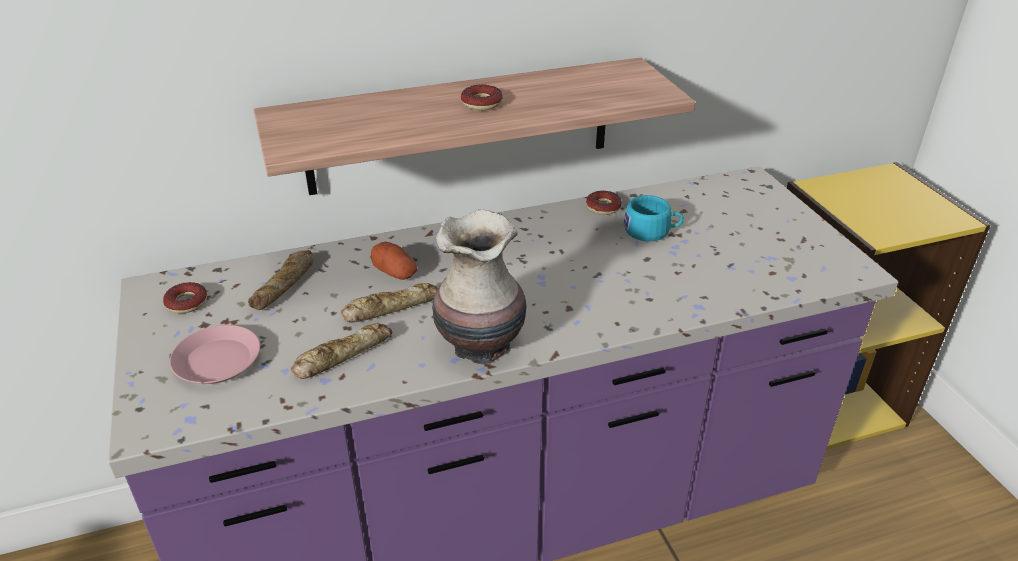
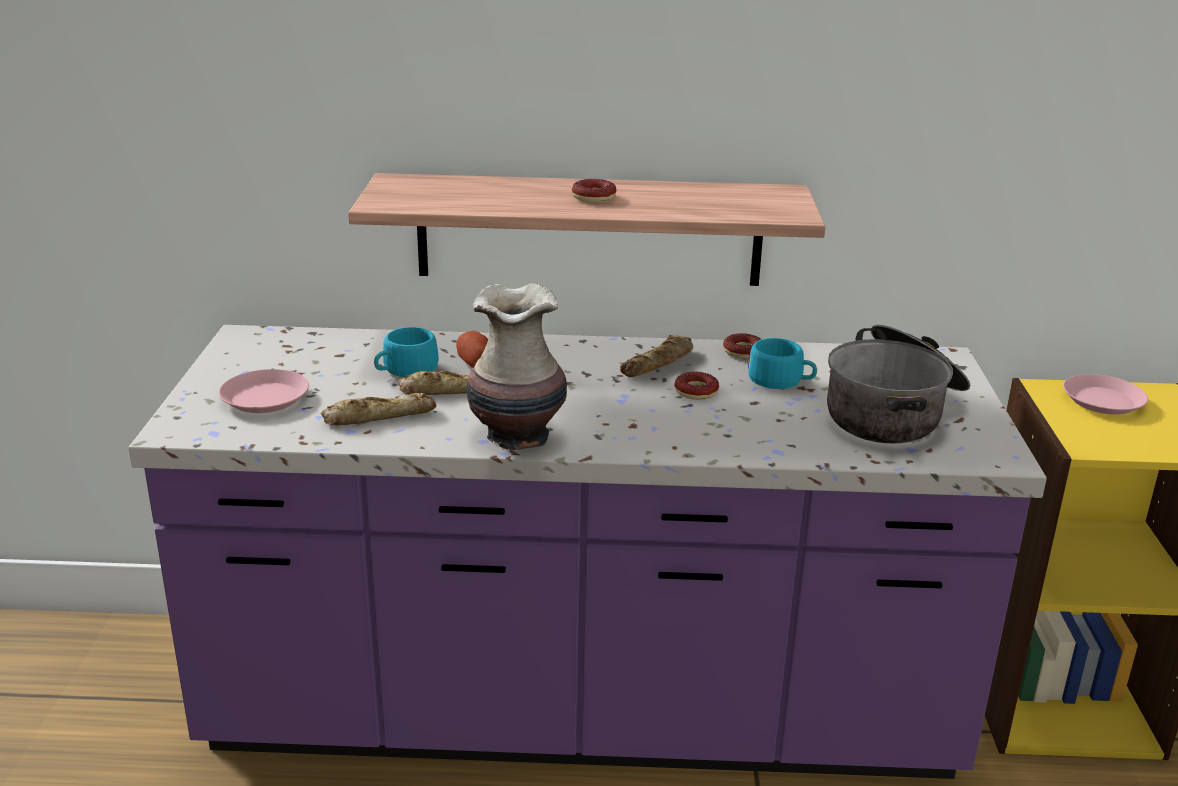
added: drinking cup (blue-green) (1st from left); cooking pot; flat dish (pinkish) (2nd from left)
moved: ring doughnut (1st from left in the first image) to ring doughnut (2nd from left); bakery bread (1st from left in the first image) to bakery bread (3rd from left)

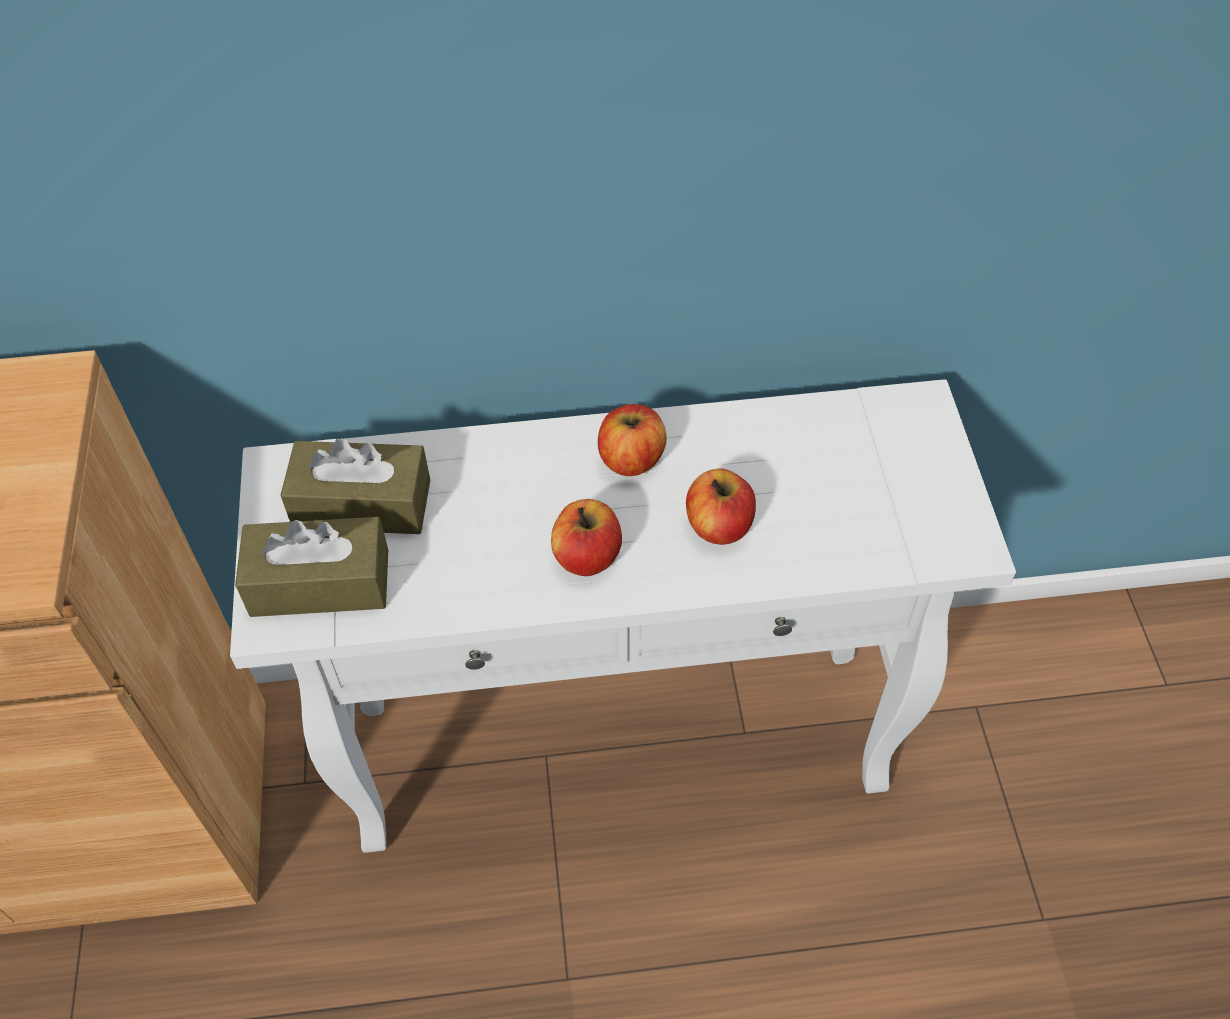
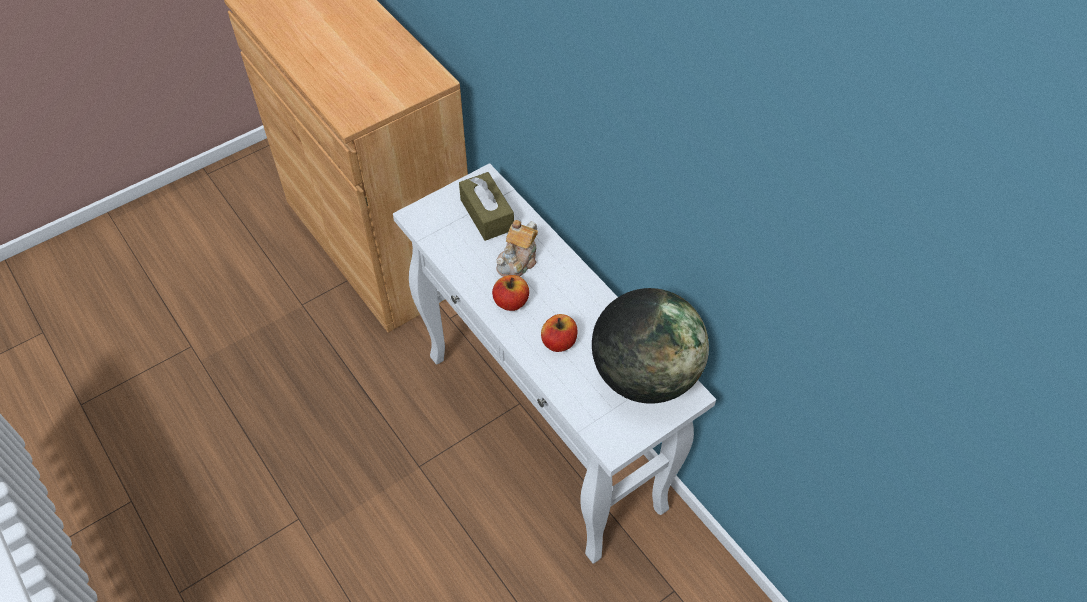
removed: tissue box (brownish) (1st from left); apple (2nd from left)
added: tea pot; globe

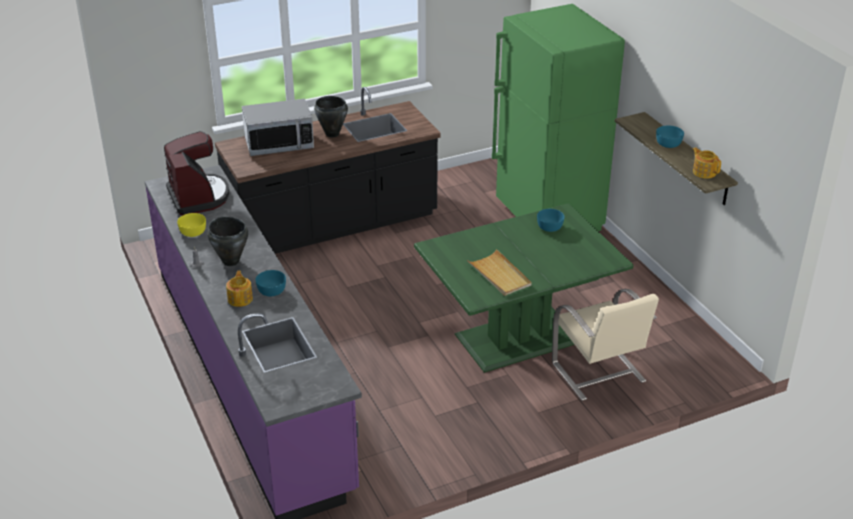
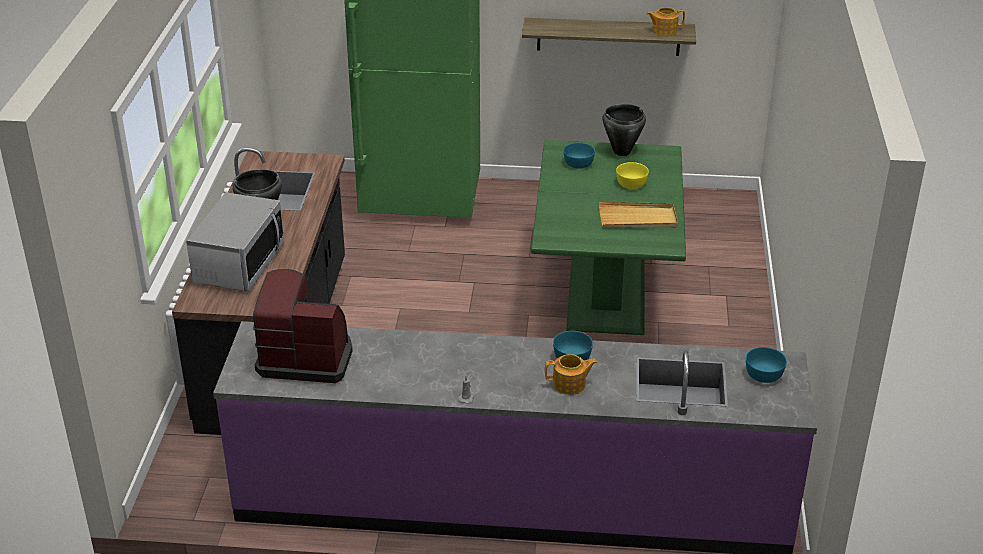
removed: plain chair (sand-coloured)
moved: serving bowl (yellowish); cooking pot (black) (1st from left in the first image) to cooking pot (black) (2nd from left); serving bowl (blue-green) (3rd from left)
turned: tea pot (1st from left) 150 degrees clockwise

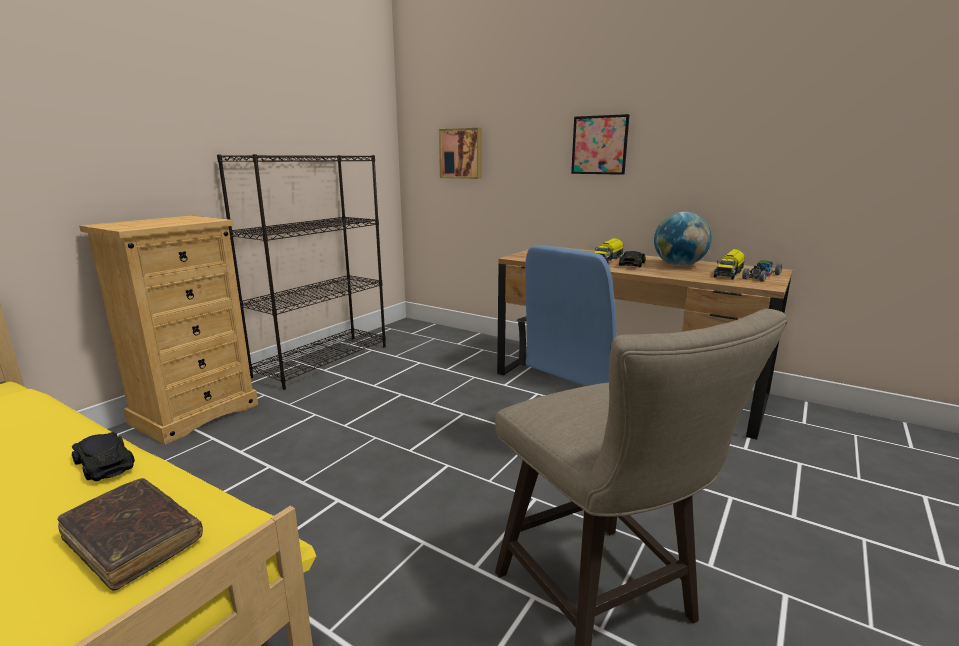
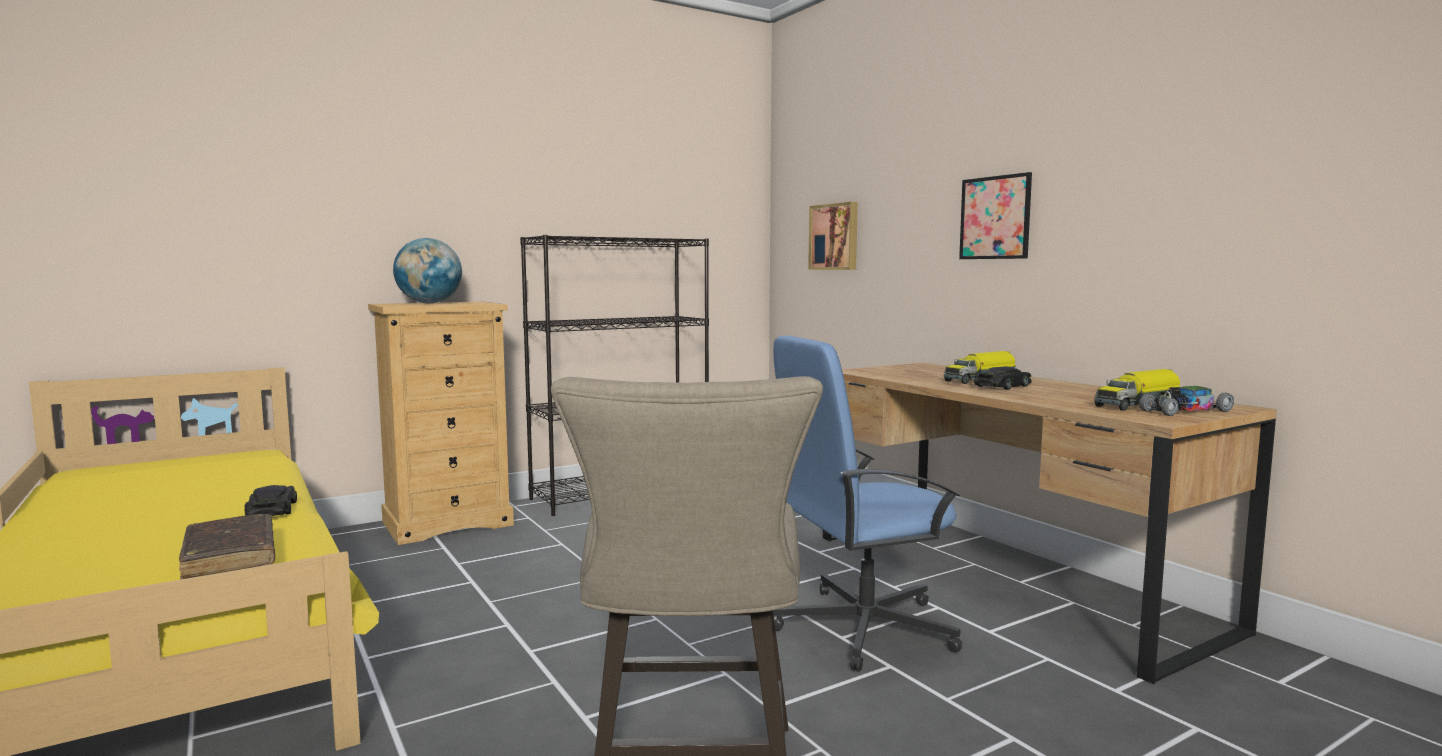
moved: globe

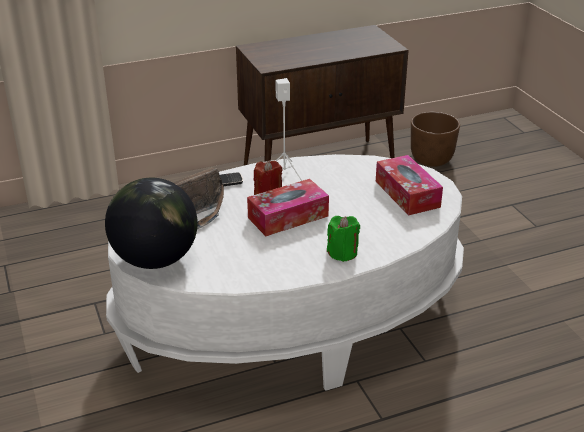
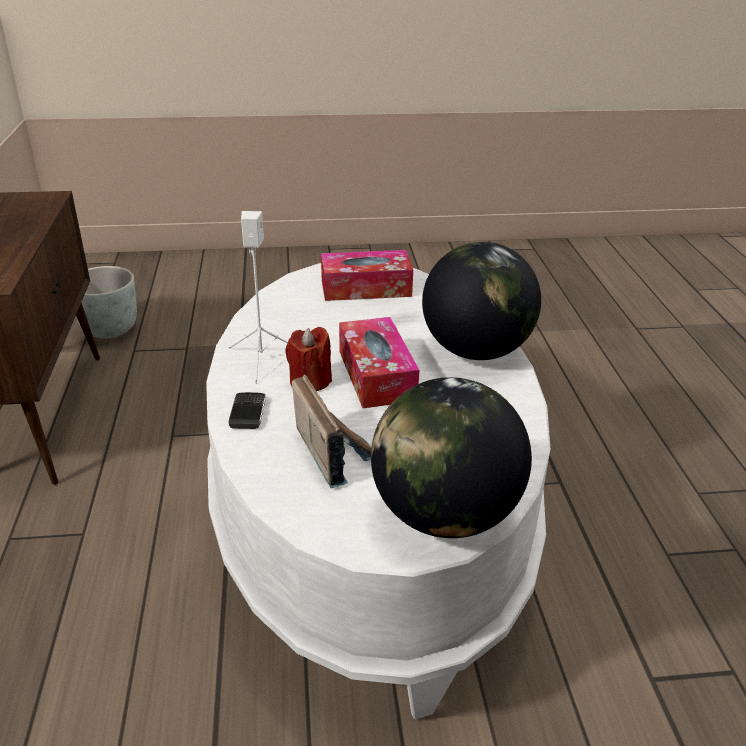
replaced: candle (green-coloured) to globe (2nd from left)
recoloured: plant pot (brownish) to plant pot (gray)

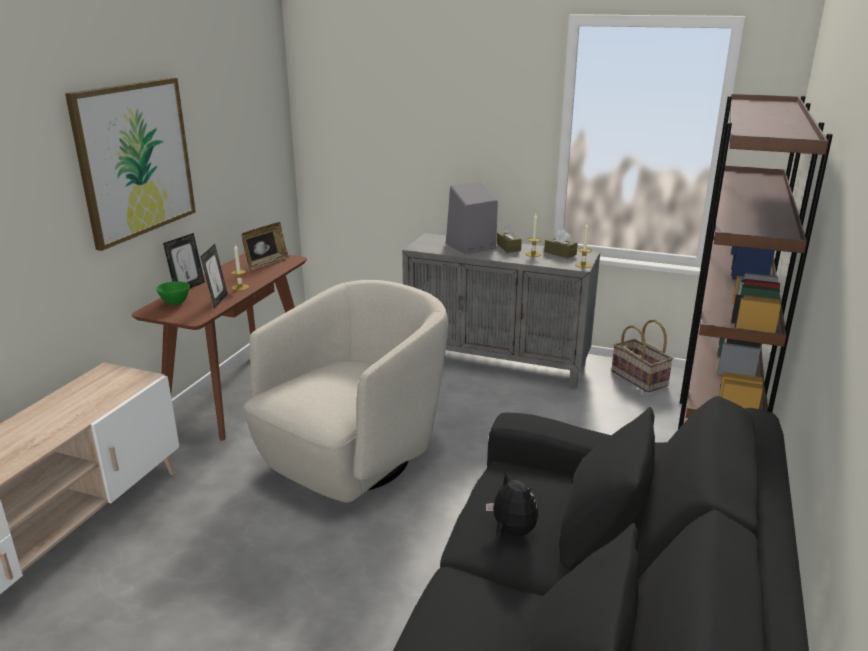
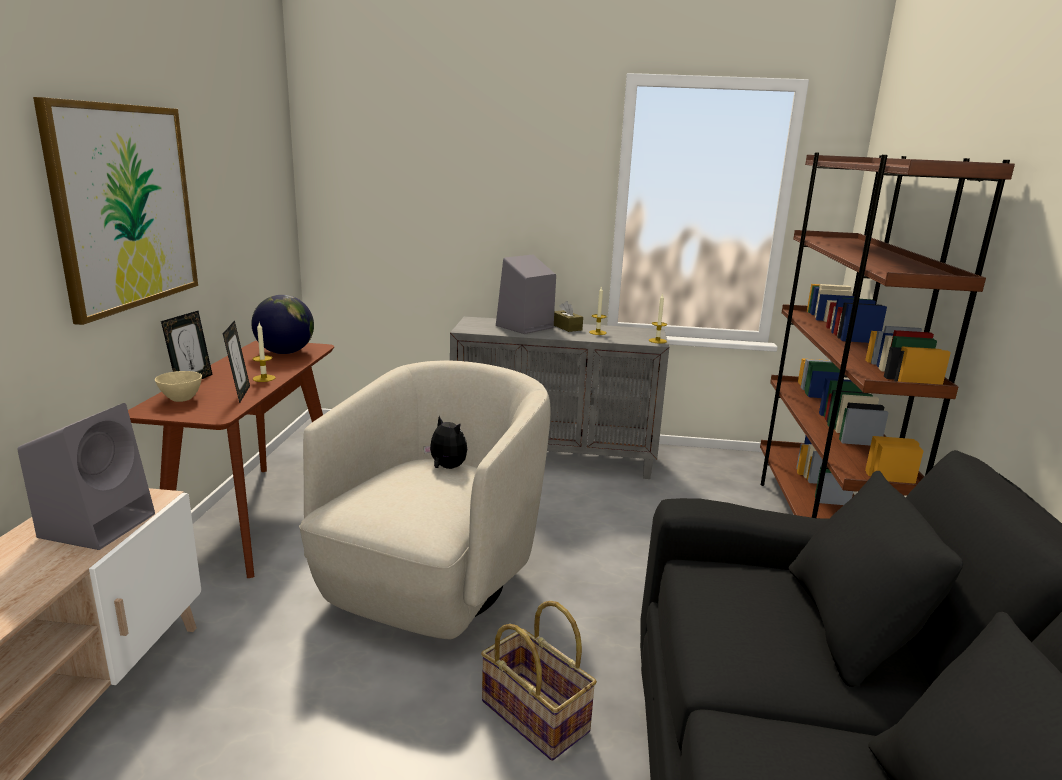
removed: tissue box (brownish) (2nd from left)
added: loudspeaker (gray) (1st from left)
moved: soft toy; storage basket
replaced: photo frame (3rd from left) to globe
recoloured: serving bowl (green-coloured) to serving bowl (sand-coloured)

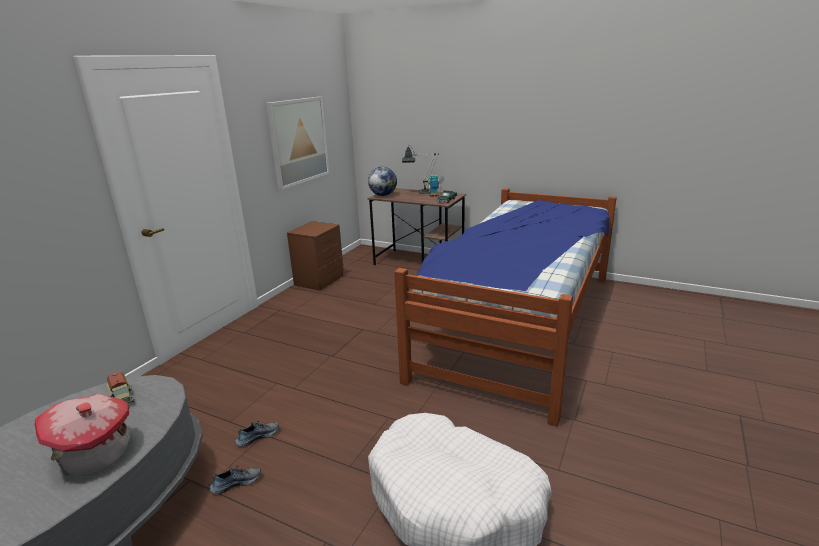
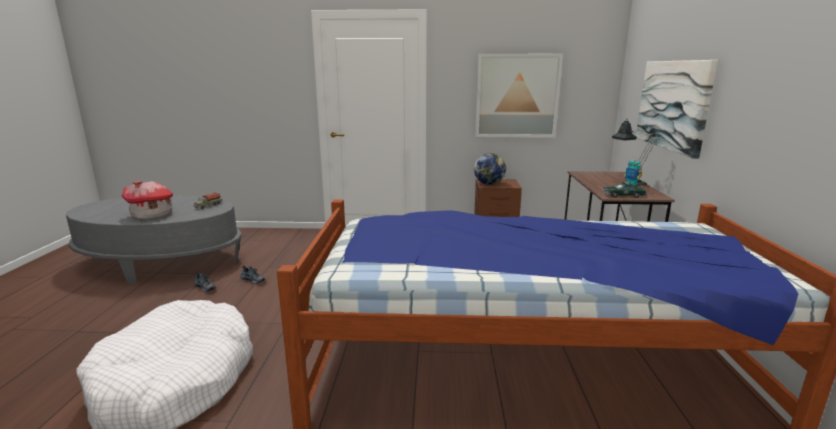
added: wall picture (2nd from left)
moved: globe

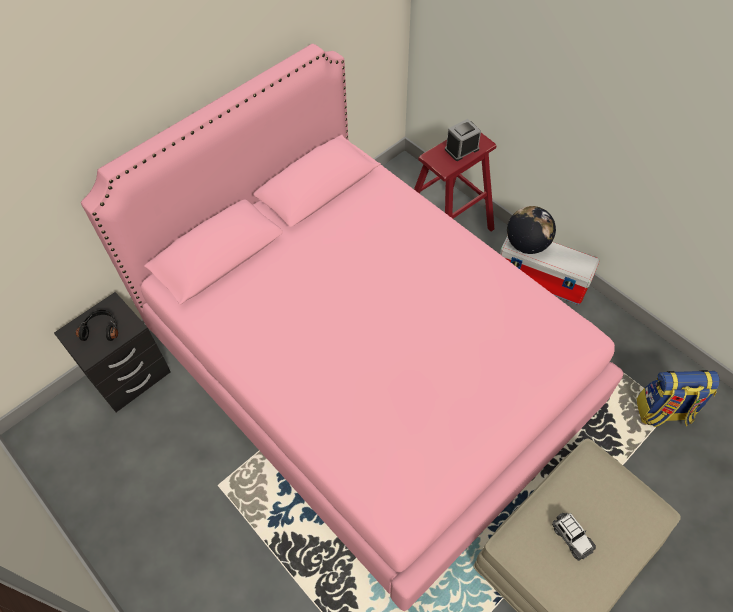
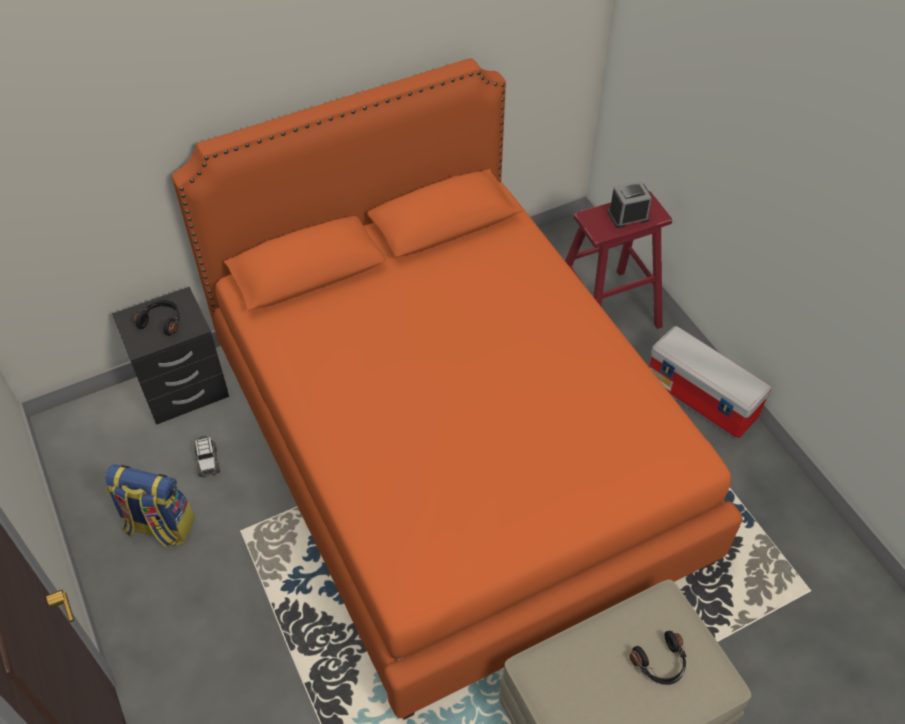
removed: globe
added: headset (black) (2nd from left)
moved: miniature car; backpack
recoloured: bedroom bed (pinkish) to bedroom bed (orange-coloured)

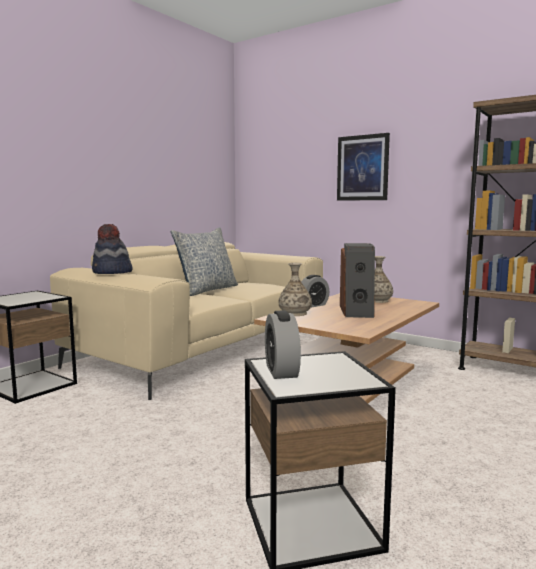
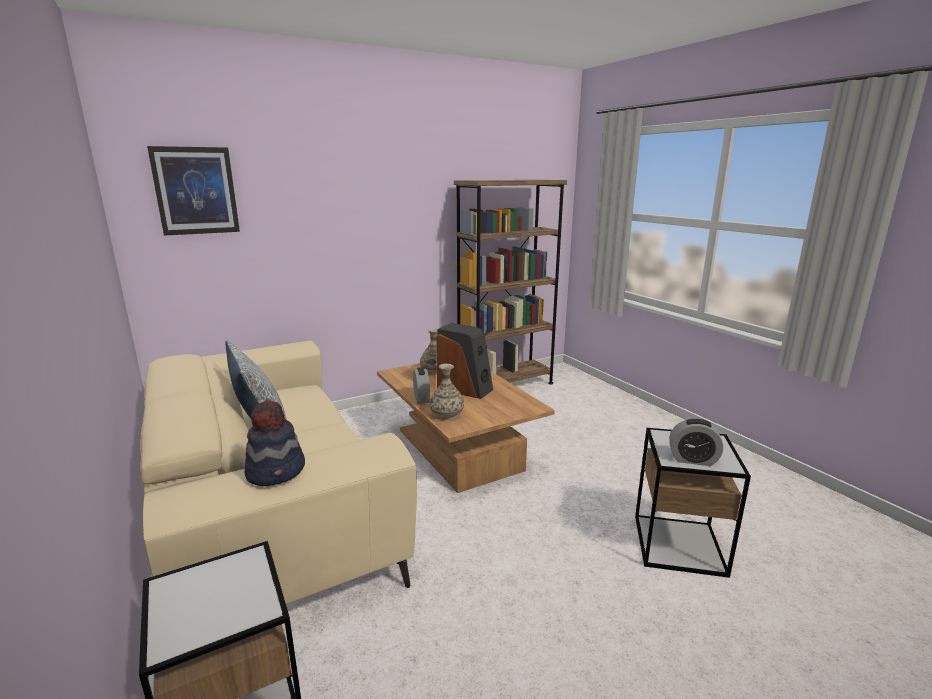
moved: wall picture

